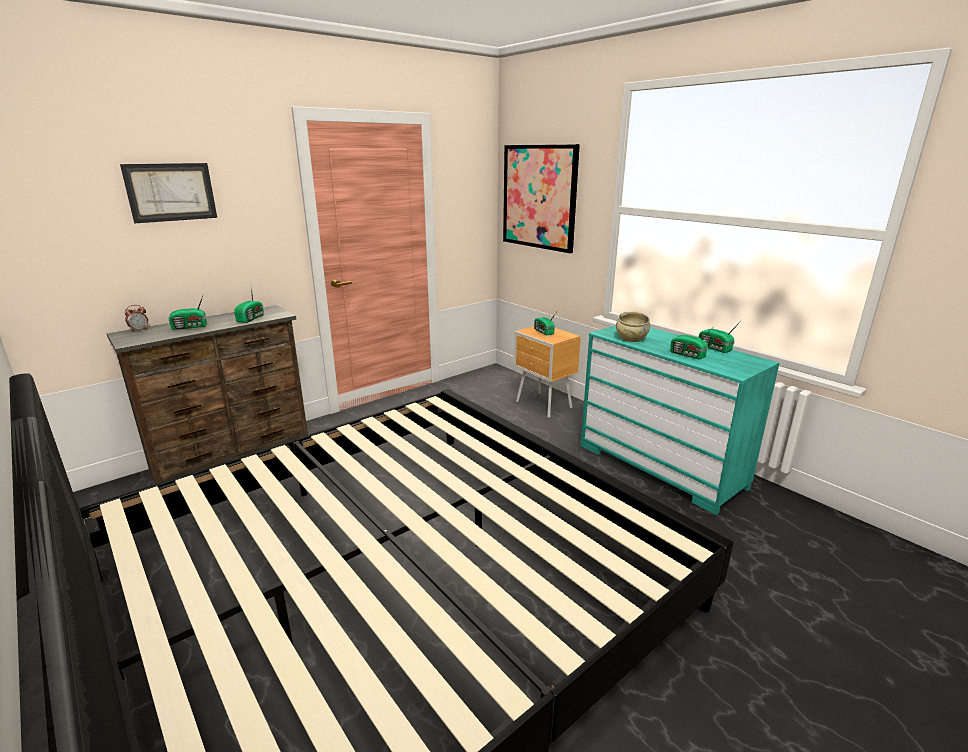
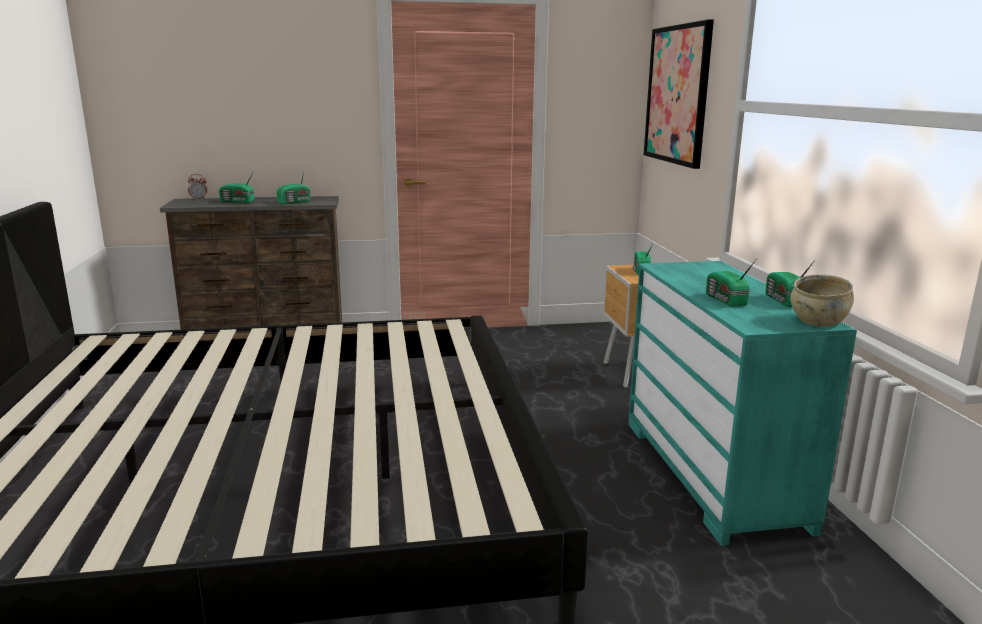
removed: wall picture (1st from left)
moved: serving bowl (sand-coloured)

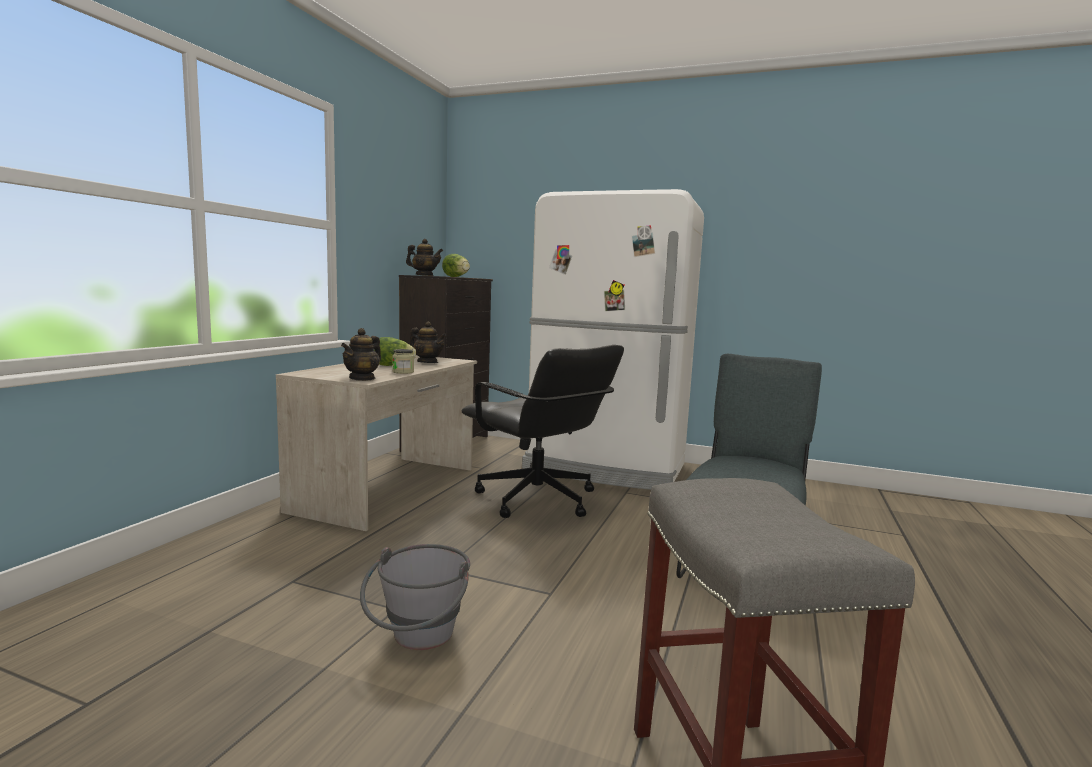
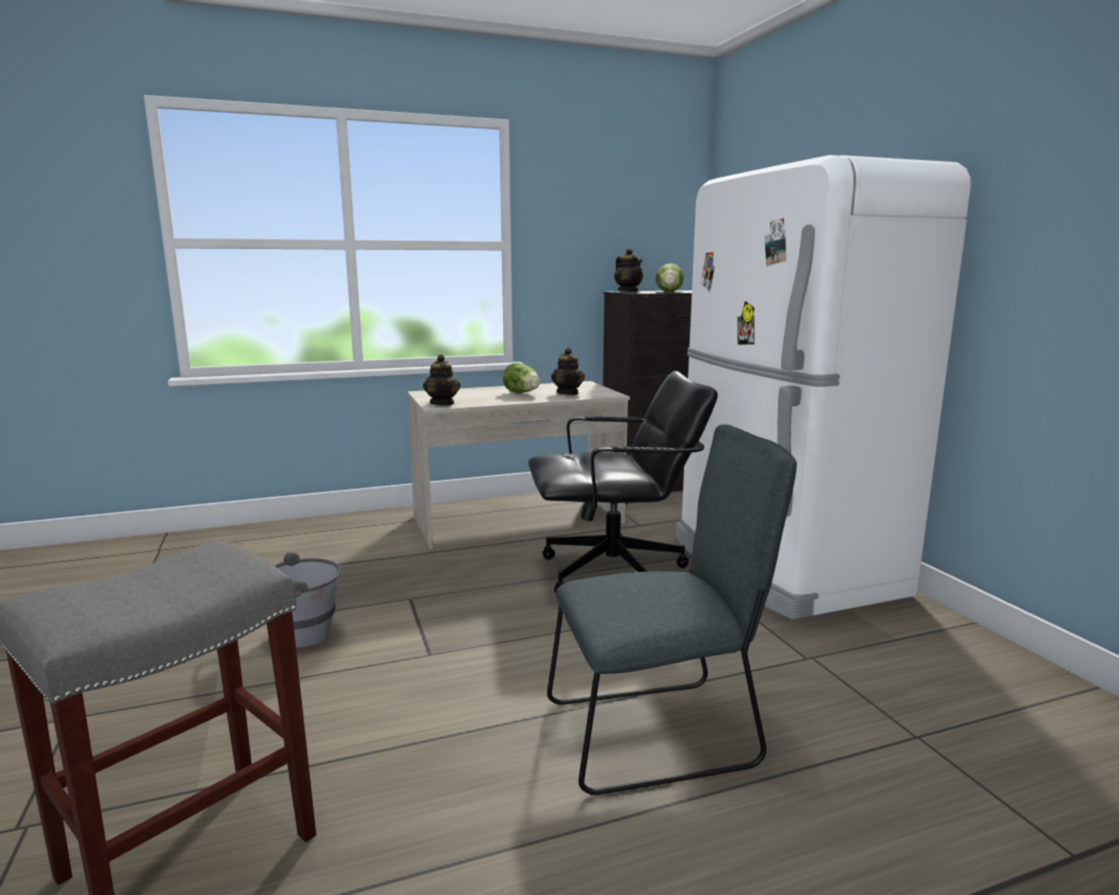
removed: preserve jar
turned: tea pot (1st from left) 90 degrees counterclockwise; computer chair (black) 105 degrees counterclockwise

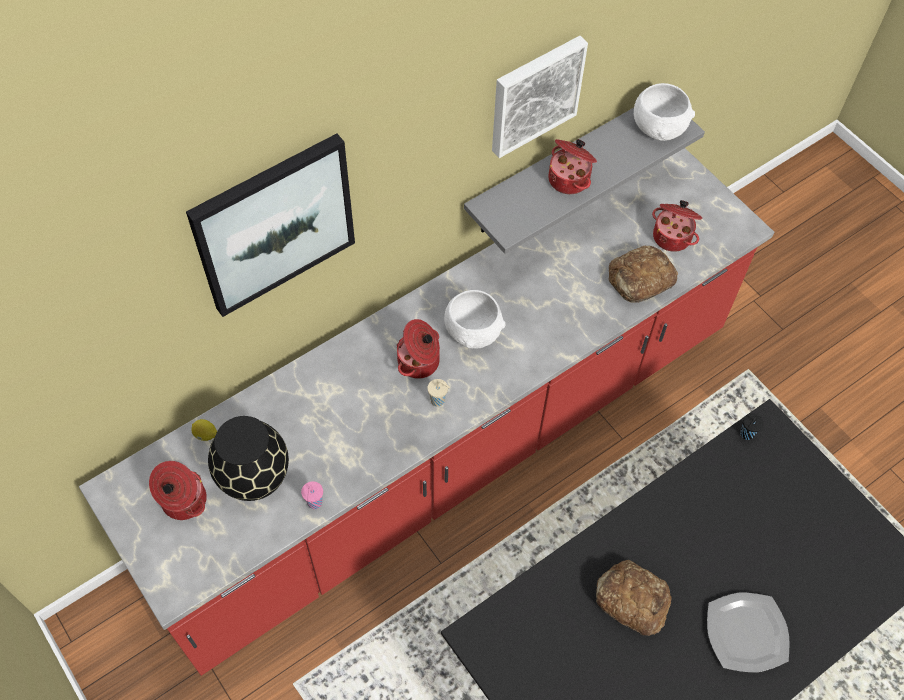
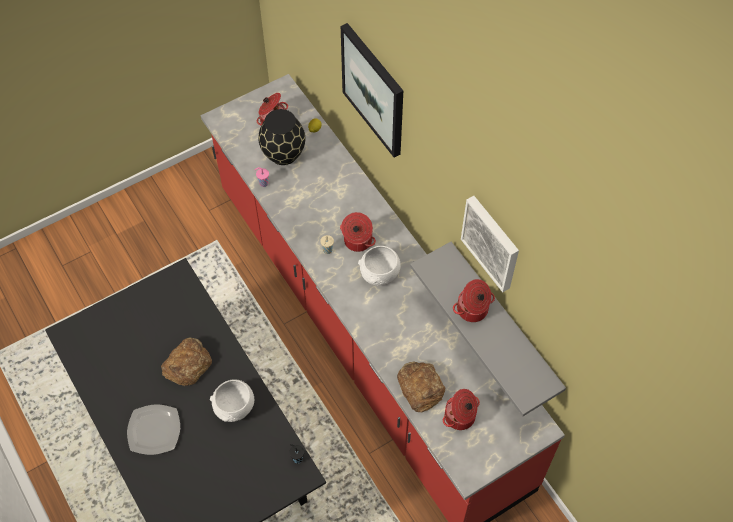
moved: serving bowl (whitish) (2nd from left in the first image) to serving bowl (whitish) (1st from left)

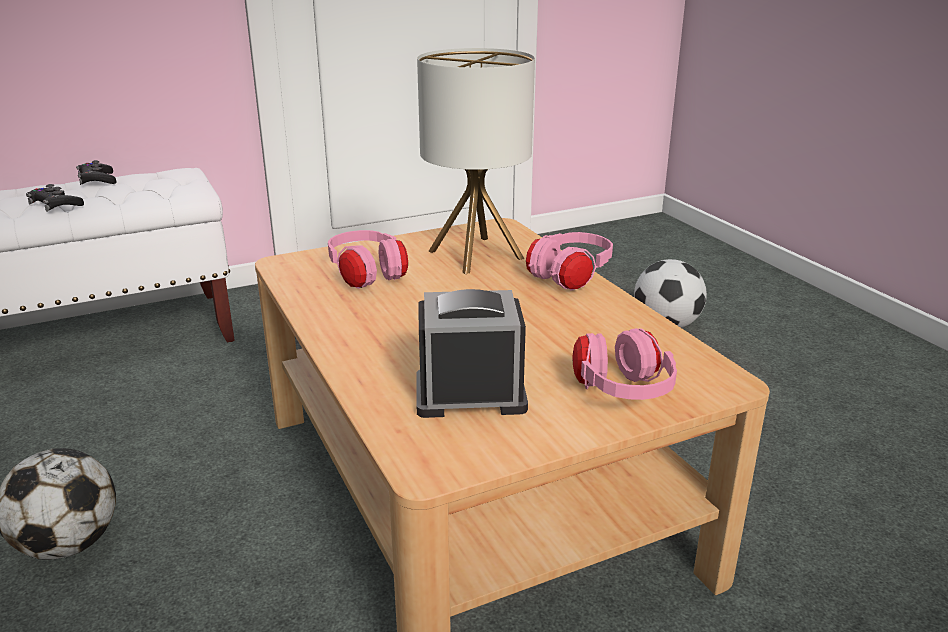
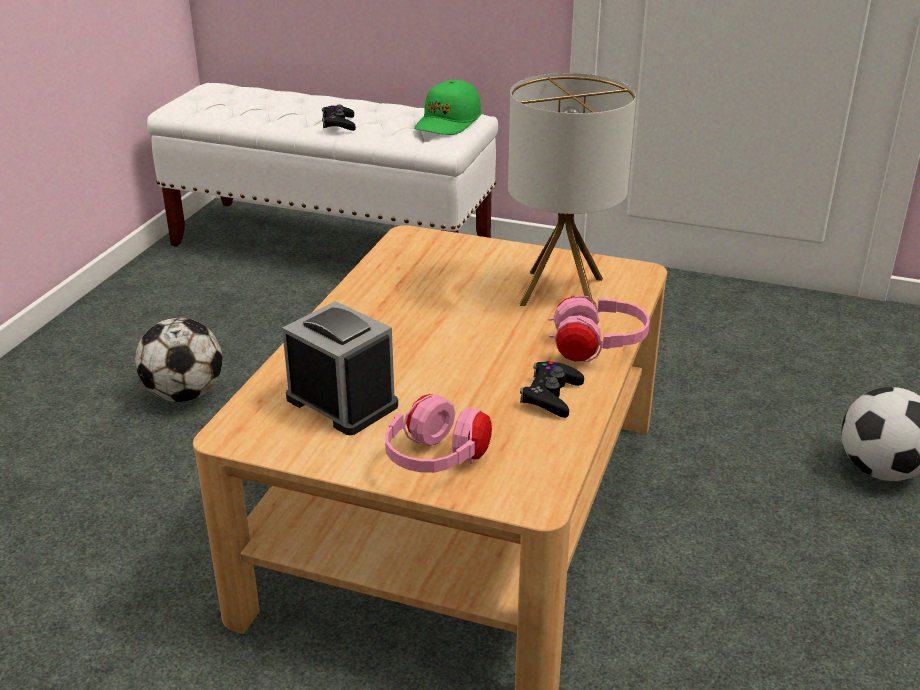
removed: headset (pinkish) (1st from left)
added: peaked cap (green-coloured)
moved: game controller (black) (2nd from left)

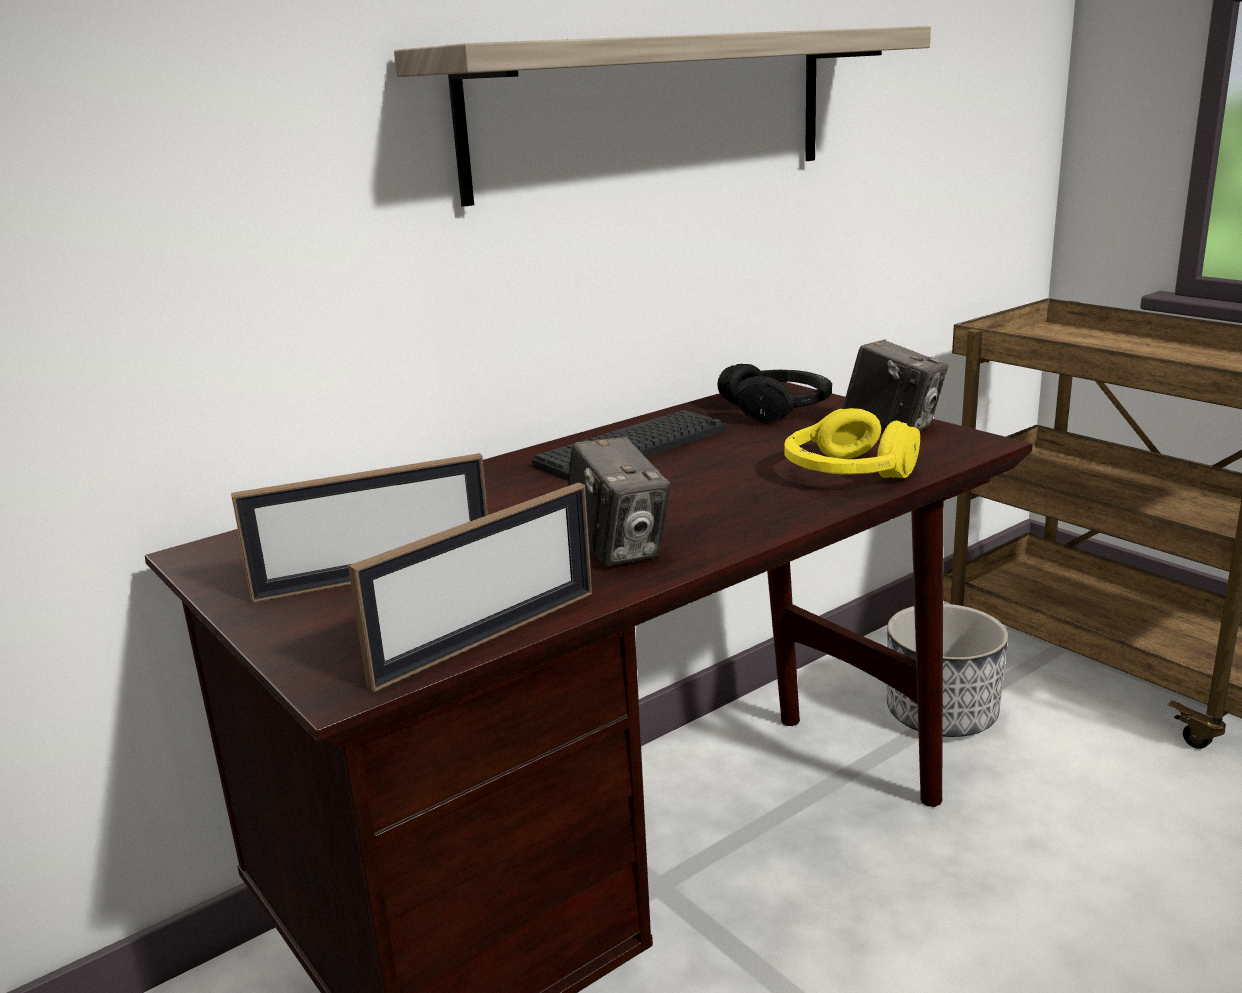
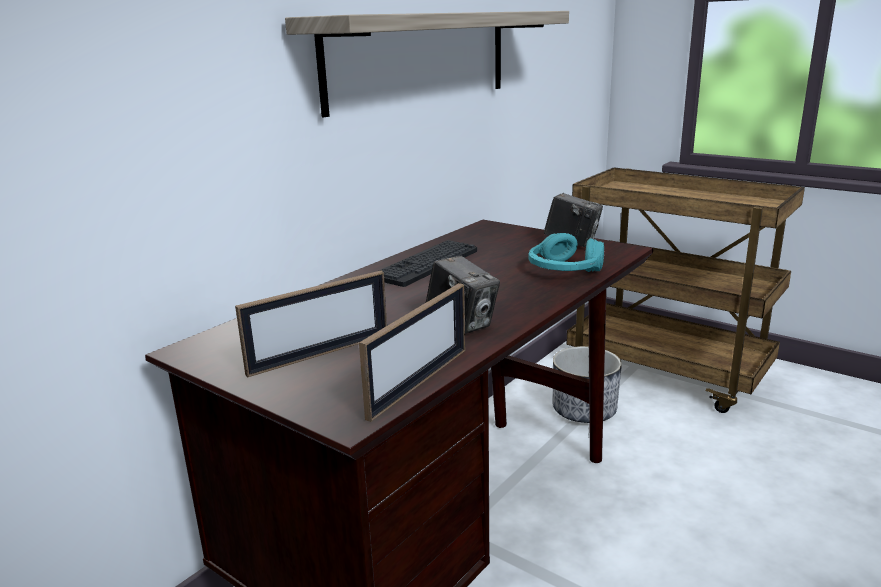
removed: headset (black)
recoloured: headset (yellowish) to headset (blue-green)

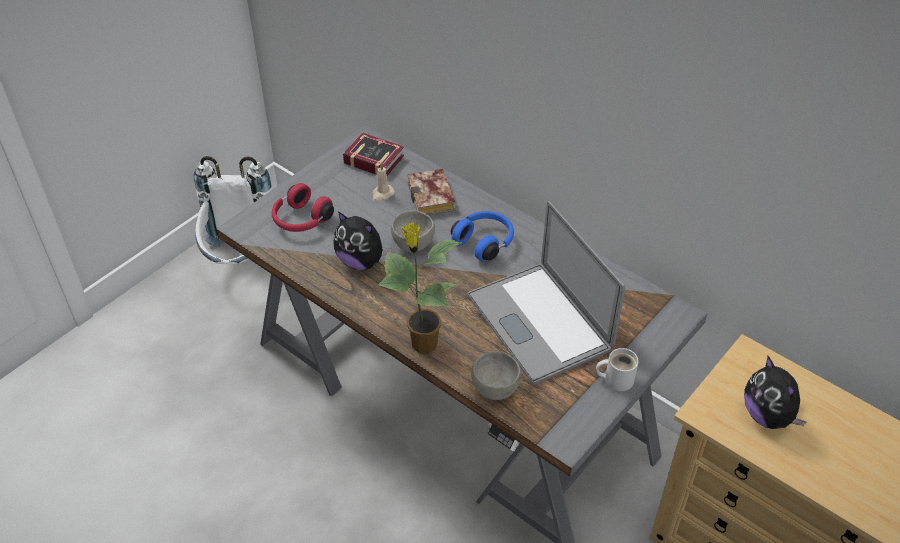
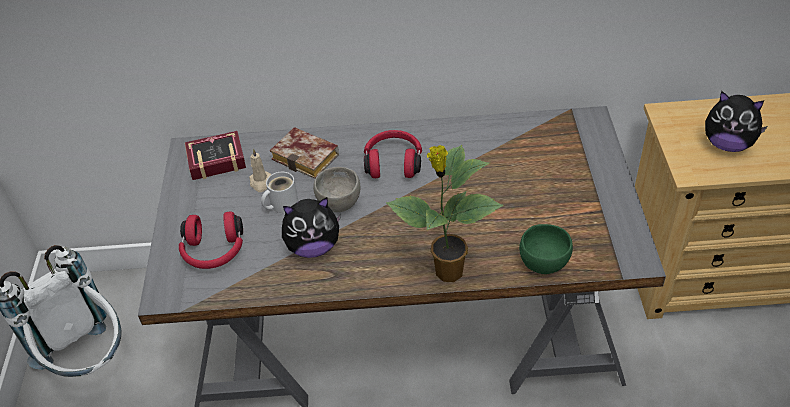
removed: portable computer
moved: coffee mug (whitish)
recoloured: headset (blue-coloured) to headset (reddish) (2nd from left); serving bowl (gray) (2nd from left) to serving bowl (green-coloured)

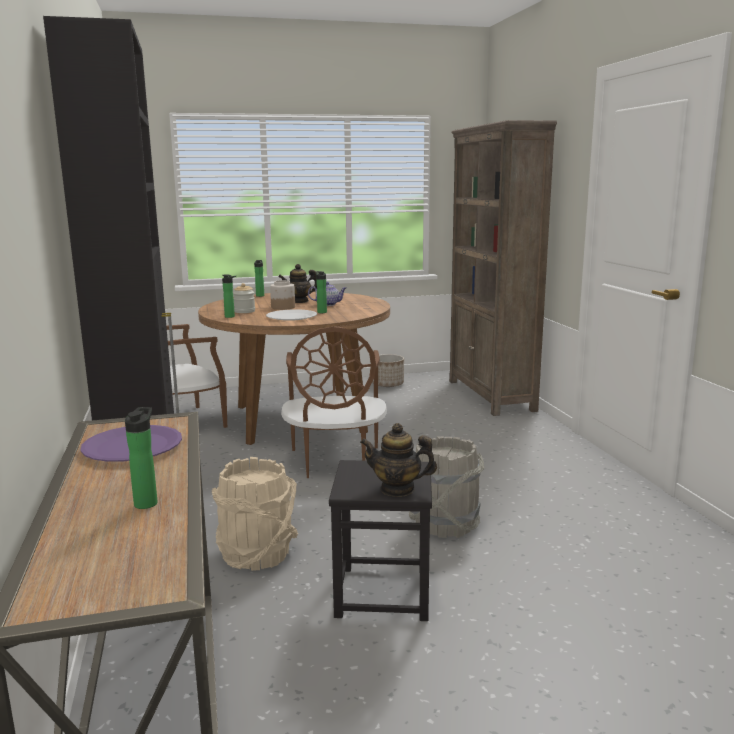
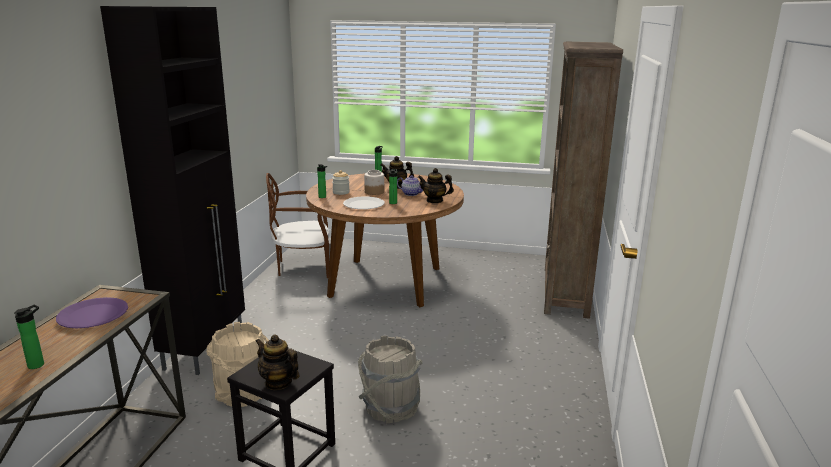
removed: plain chair (brownish) (2nd from left); plant pot
added: tea pot (4th from left)

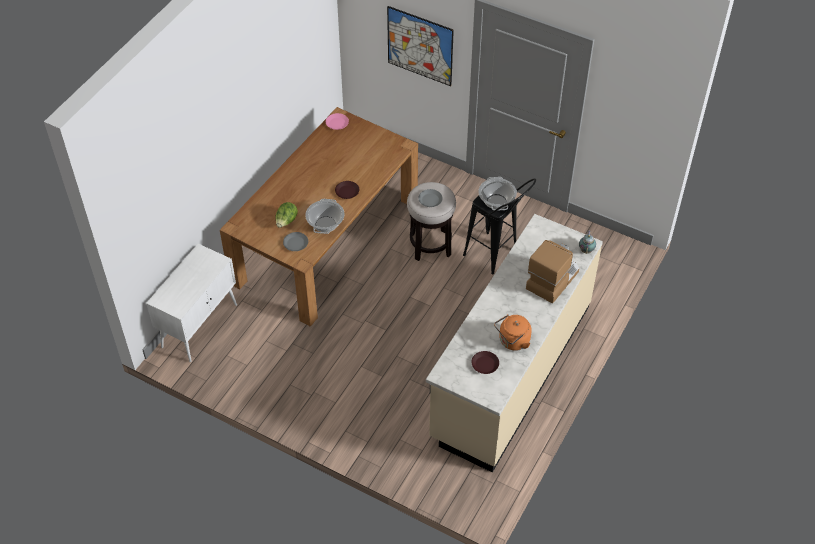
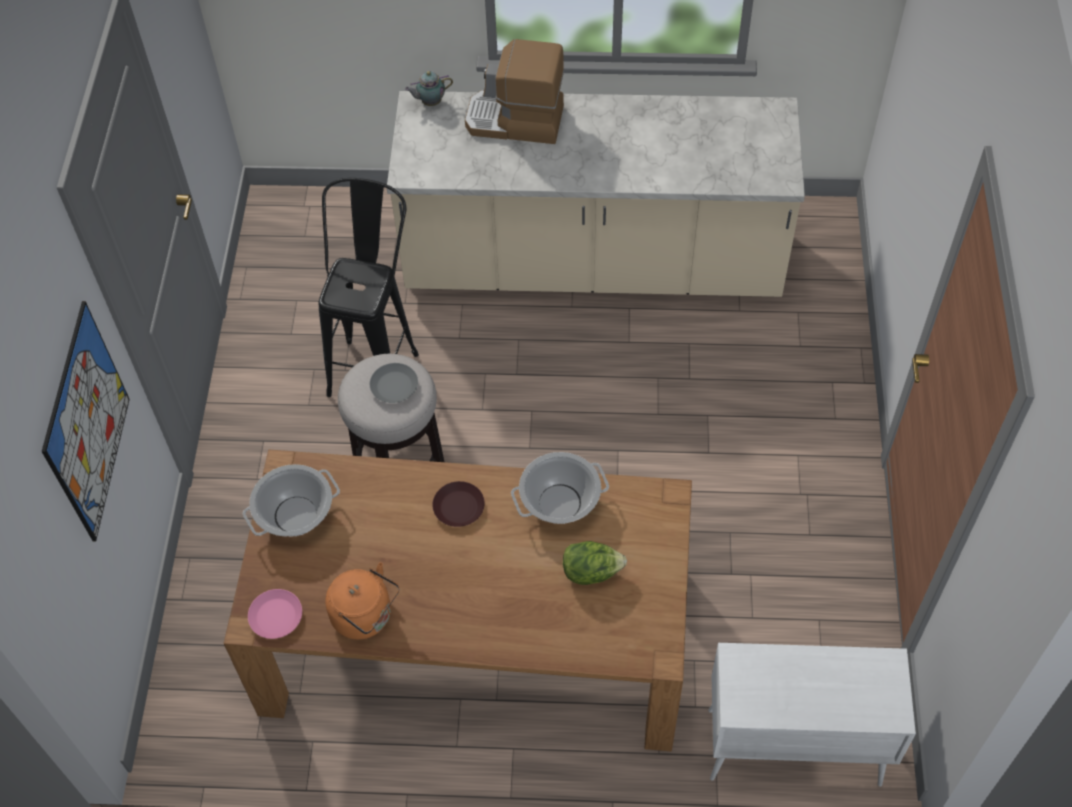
removed: flat dish (gray) (1st from left); flat dish (brownish) (2nd from left)
moved: cooking pot (2nd from left in the first image) to cooking pot (1st from left); tea kettle (orange-coloured)

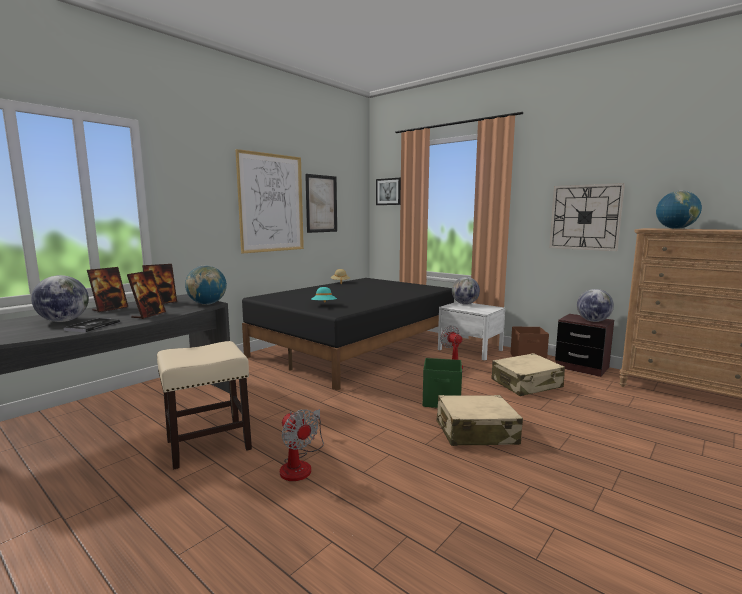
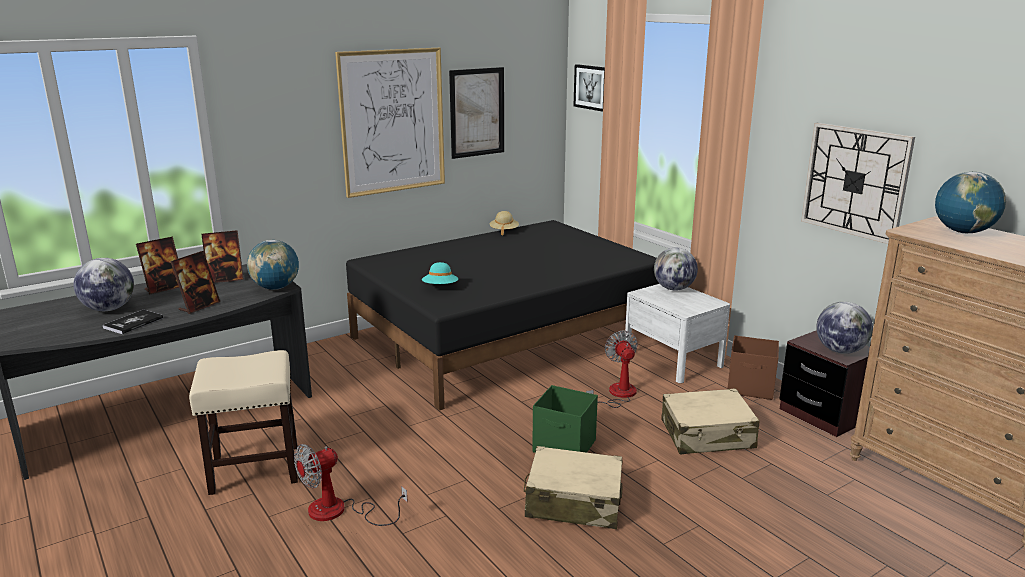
turned: electric fan (1st from left) 75 degrees clockwise

